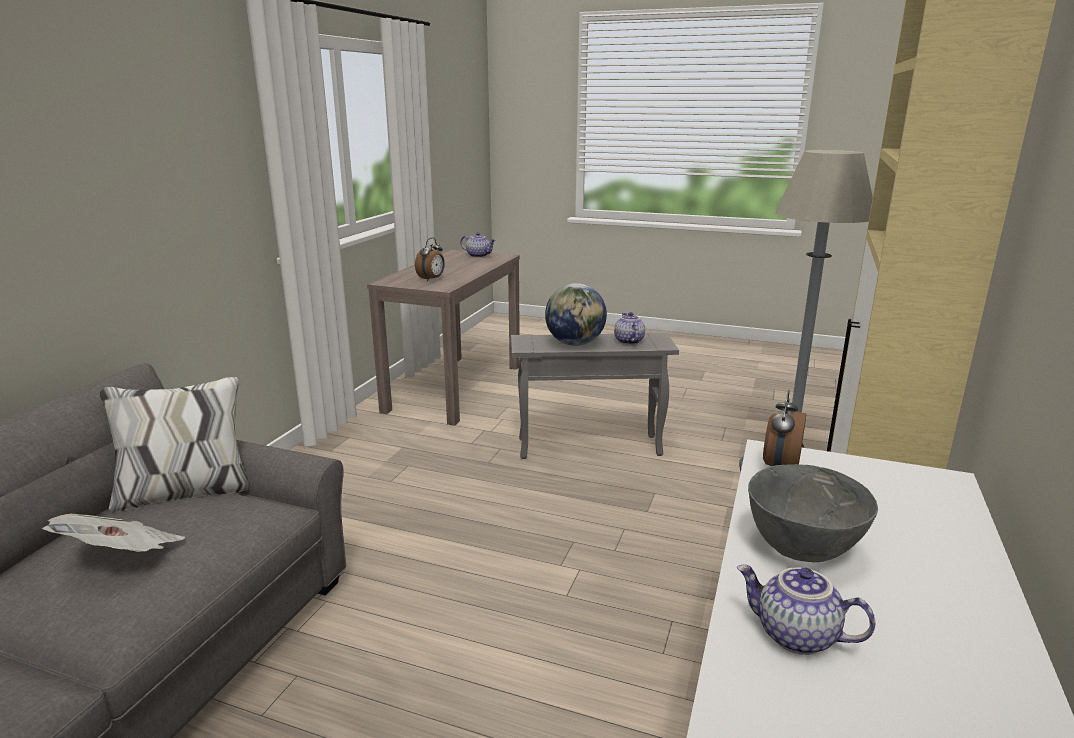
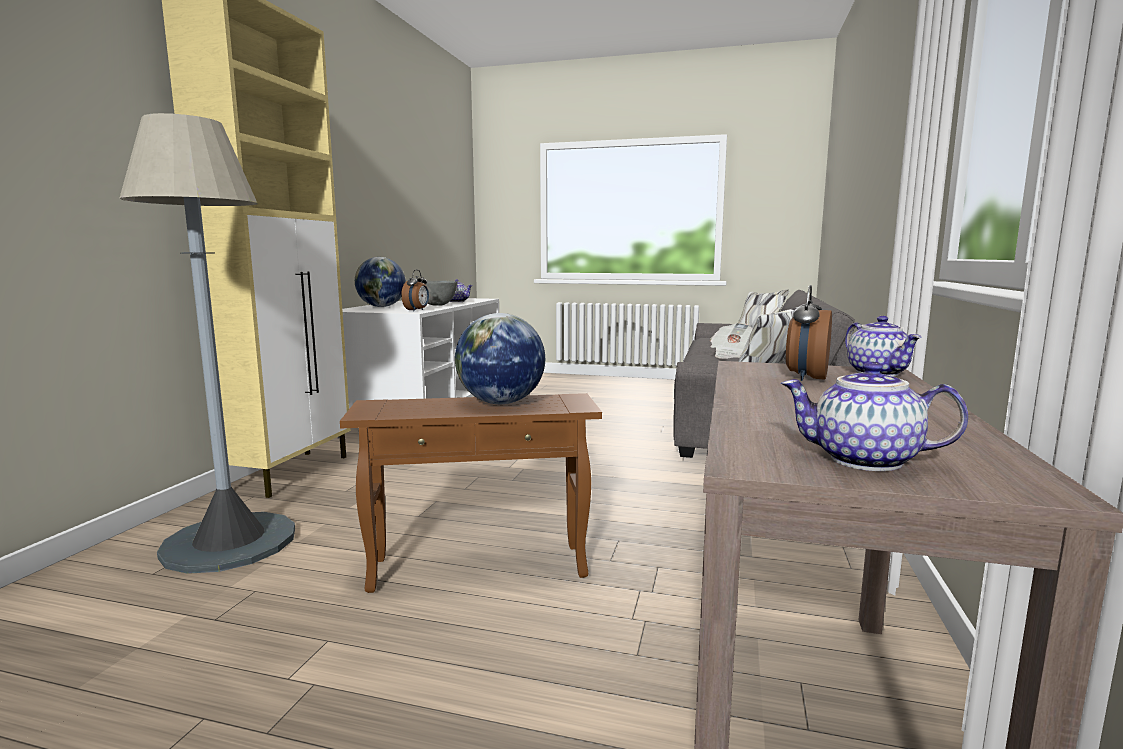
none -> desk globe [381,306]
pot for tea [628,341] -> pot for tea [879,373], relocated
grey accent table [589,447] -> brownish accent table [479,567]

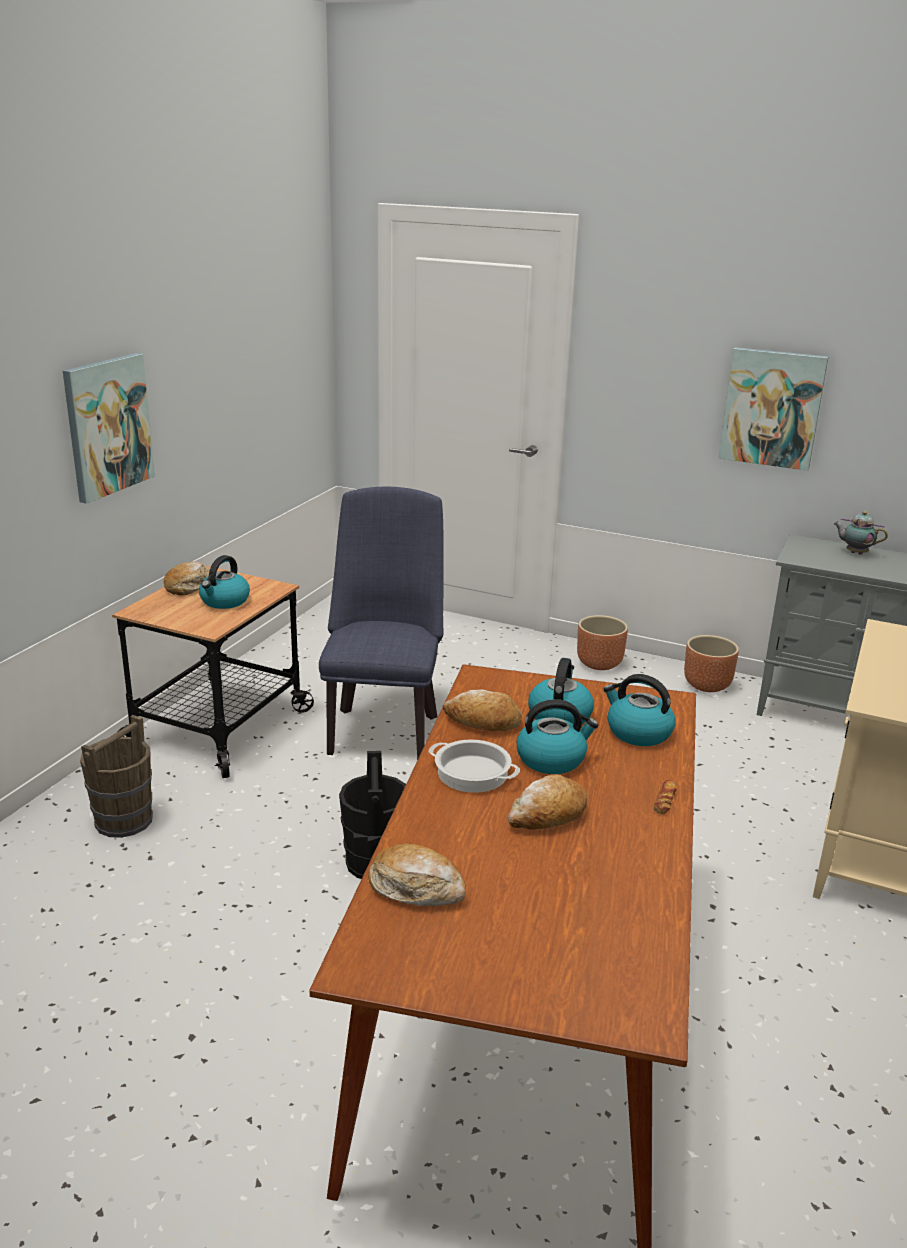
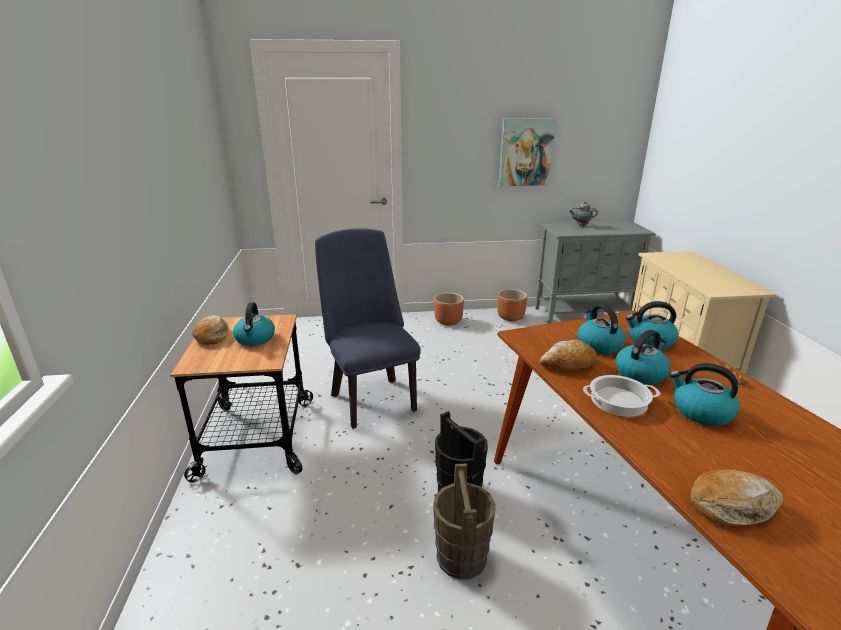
wall picture [108,426] -> none
brownish pail [123,821] -> brownish pail [461,557], relocated
baked bread [547,815] -> tea kettle [700,412]

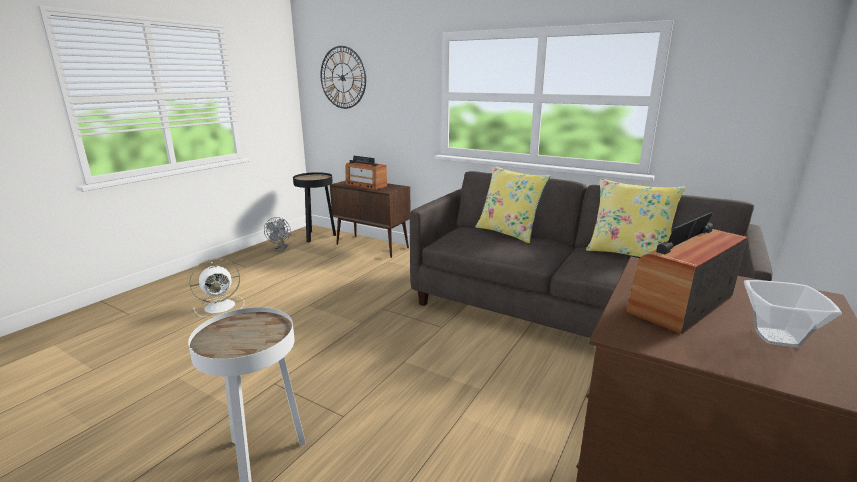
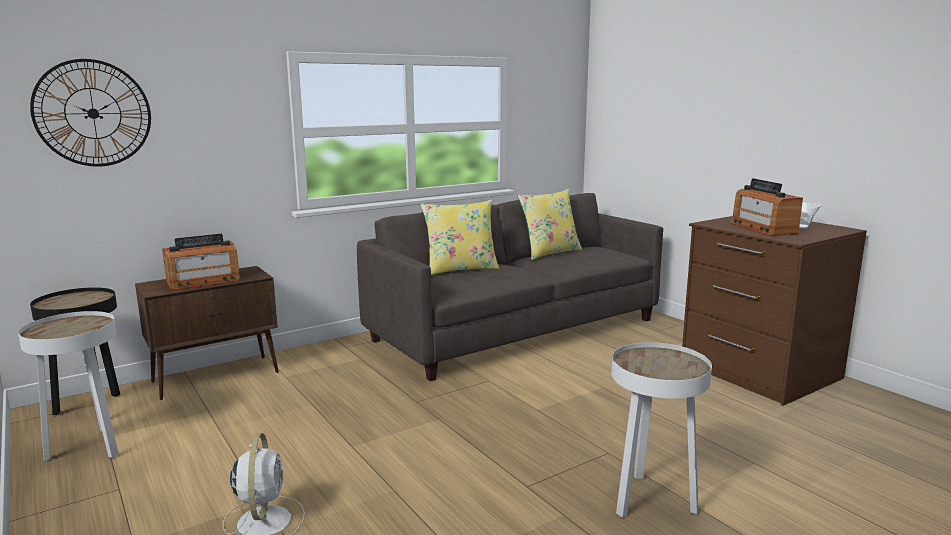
grey fan [281,249] -> white-coloured accent table [89,448]

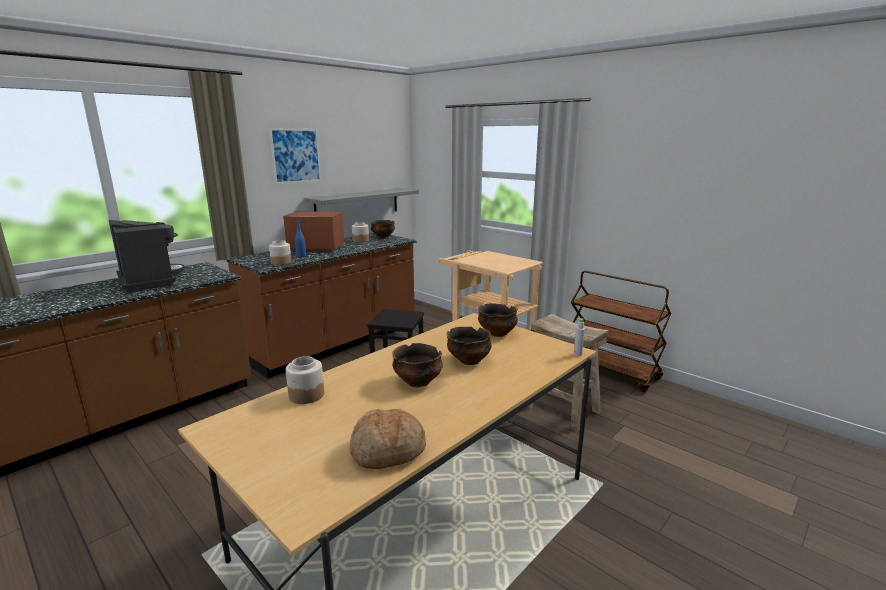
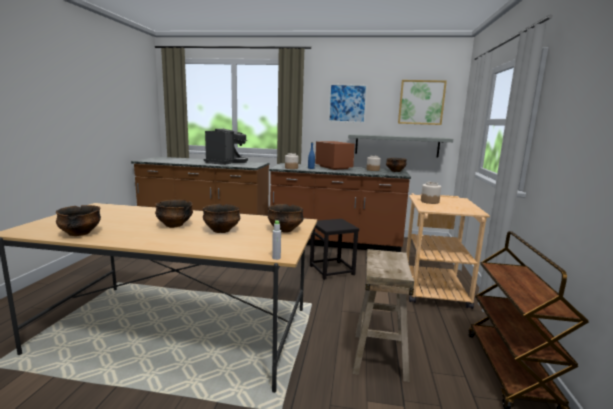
none -> wall picture [421,102]
preserve jar [306,395] -> preserve jar [429,202], relocated
baked bread [387,451] -> bowl [80,233]

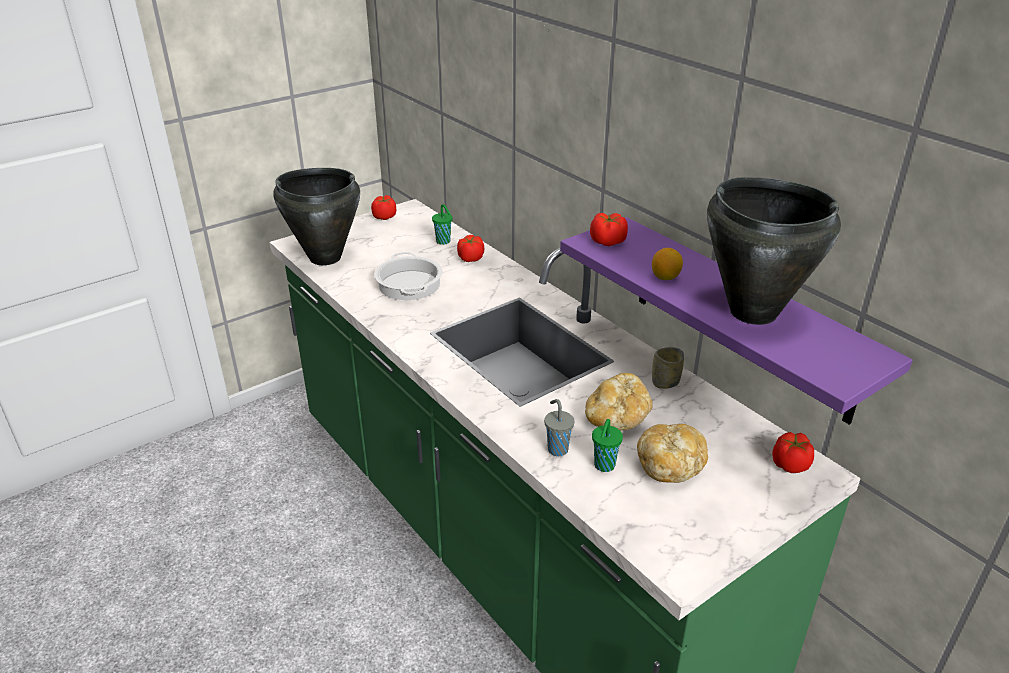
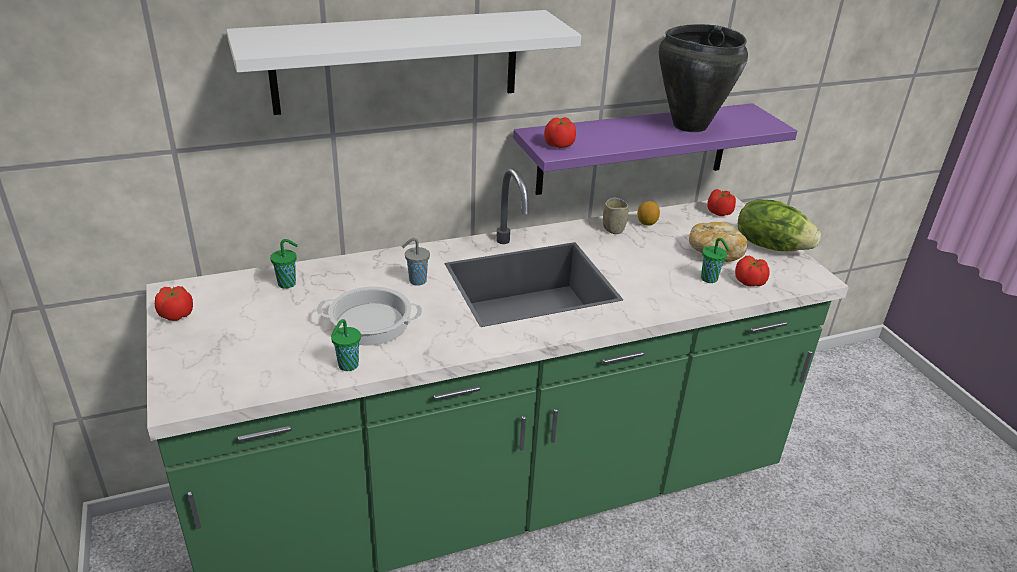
blackish saucepot [325,257] -> none
baked bread [617,418] -> none
none -> white-coloured wall shelf [397,61]
none -> green-coloured cup [347,366]
none -> lettuce head [770,246]
tomato [470,258] -> tomato [749,282], relocated
grey cup [557,449] -> grey cup [416,281], relocated
citrus fruit [665,277] -> citrus fruit [646,223], relocated

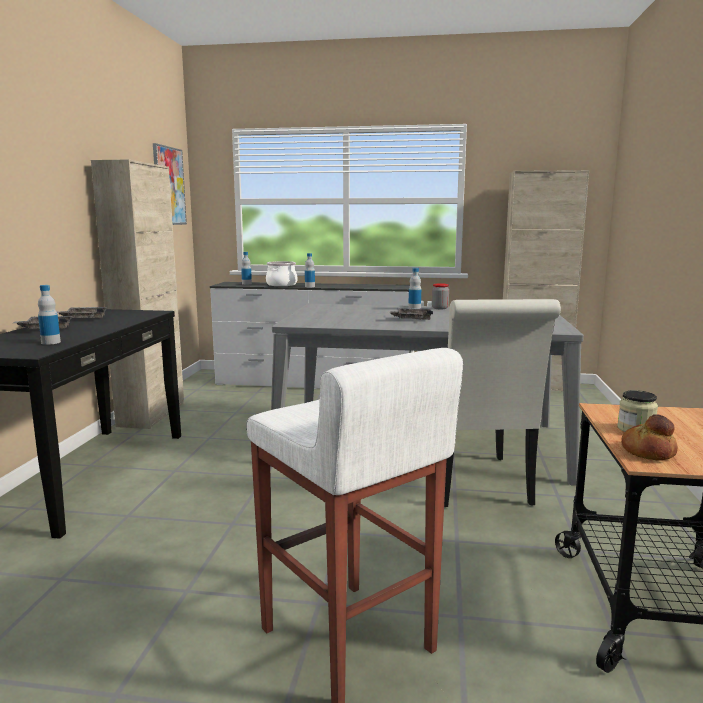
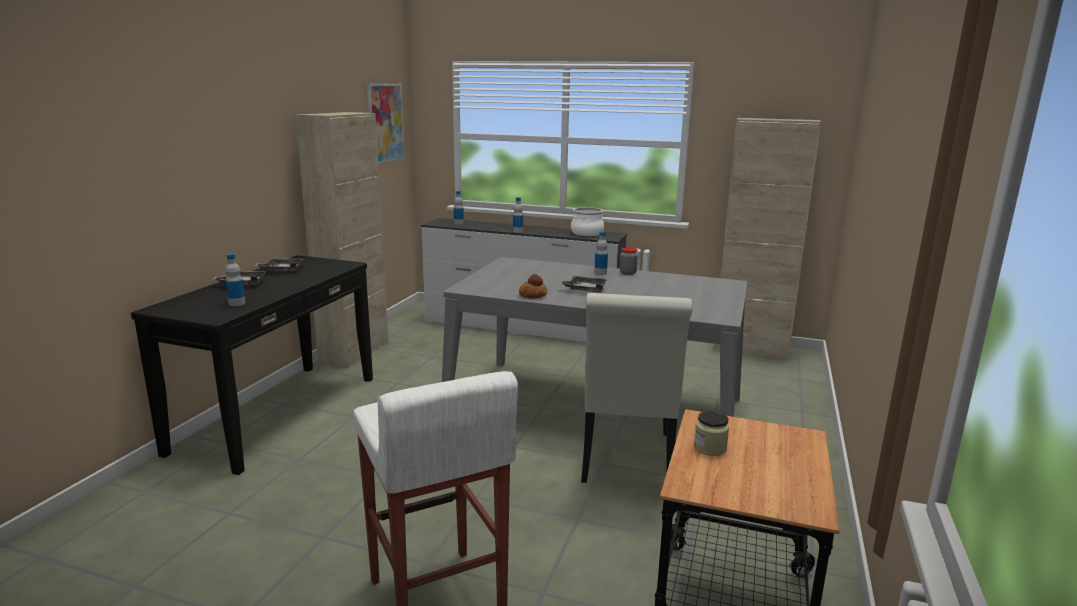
saucepot [281,284] -> saucepot [586,233], relocated
baked bread [647,452] -> baked bread [532,295], relocated

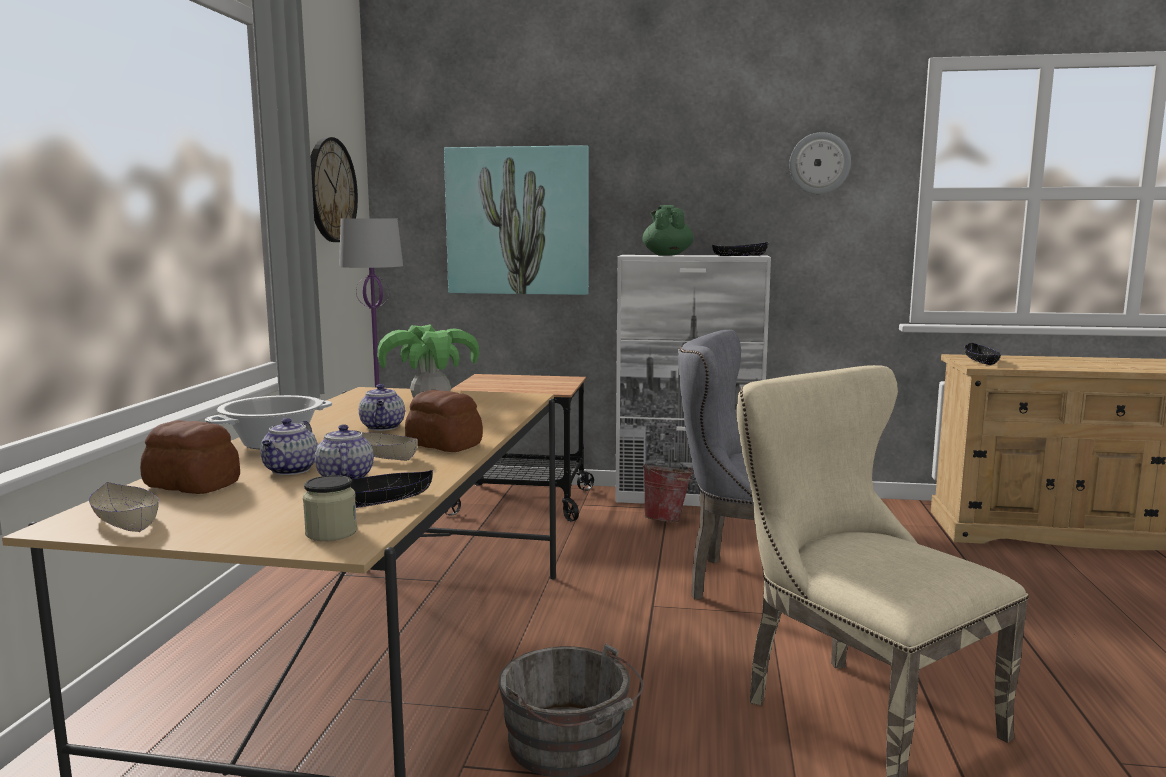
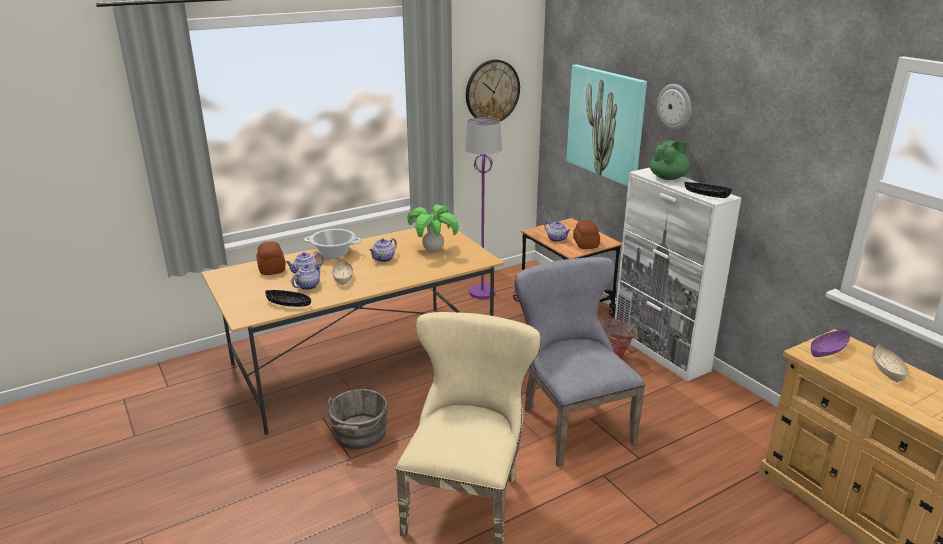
preserve jar [331,532] -> none
none -> pot for tea [557,239]
sand-coloured bowl [125,520] -> sand-coloured bowl [887,369], relocated
baked bread [444,445] -> baked bread [585,244], relocated
wall clock [819,163] -> wall clock [675,106], relocated
blackish bowl [981,361] -> purple bowl [827,350]

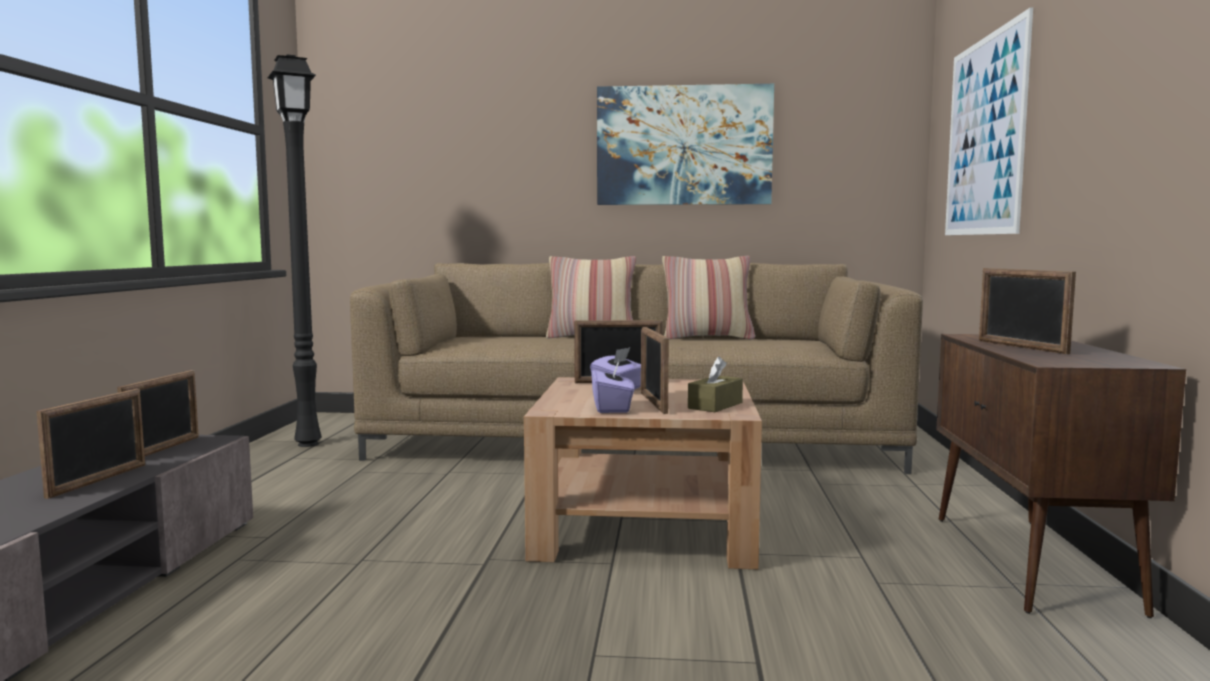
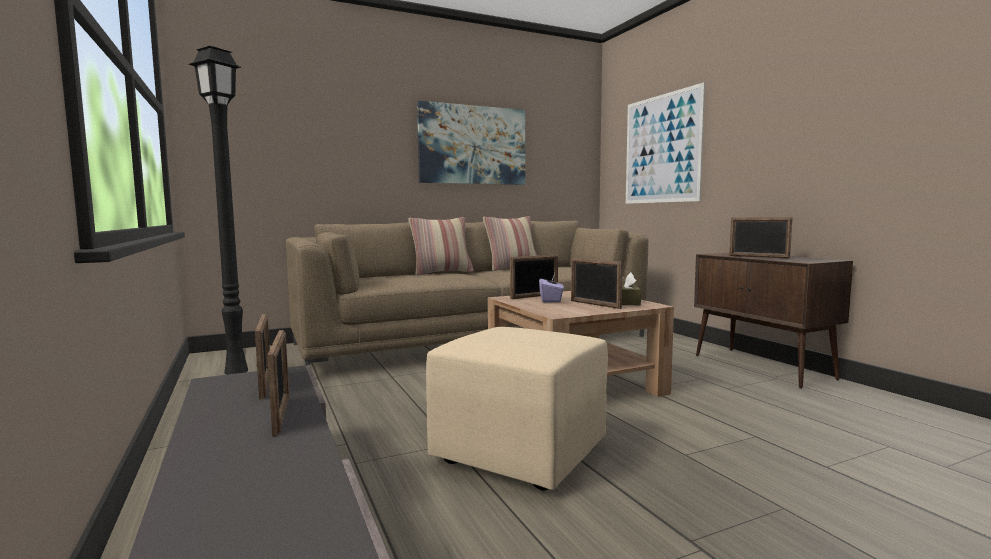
purple tissue holder [612,408] -> none
none -> sand-coloured pouffe [518,453]

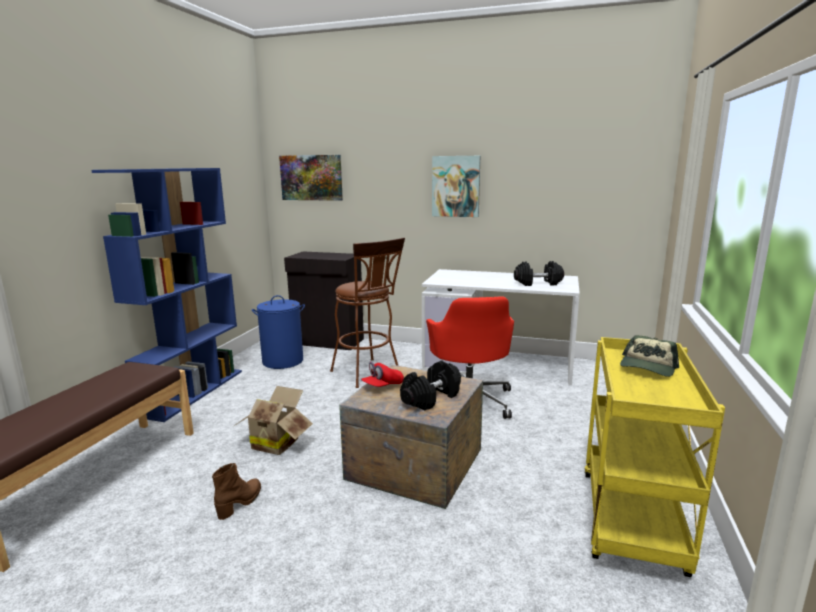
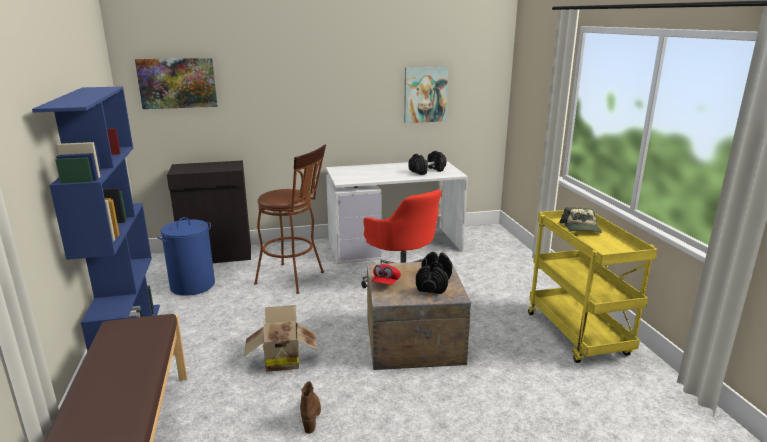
wall picture [456,186] -> wall picture [425,94], relocated

